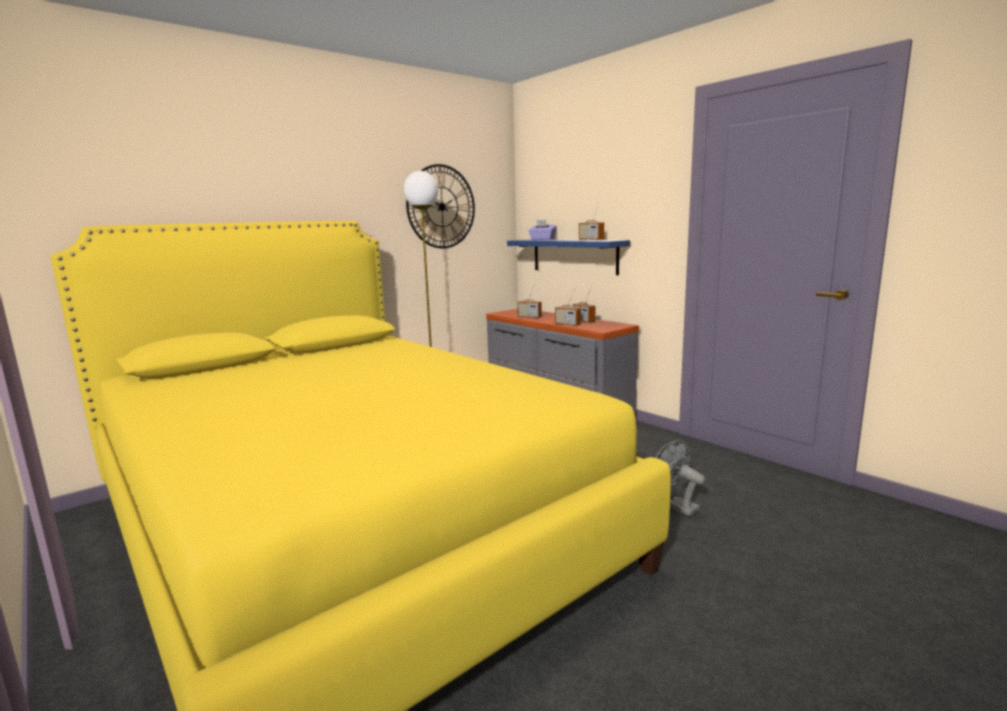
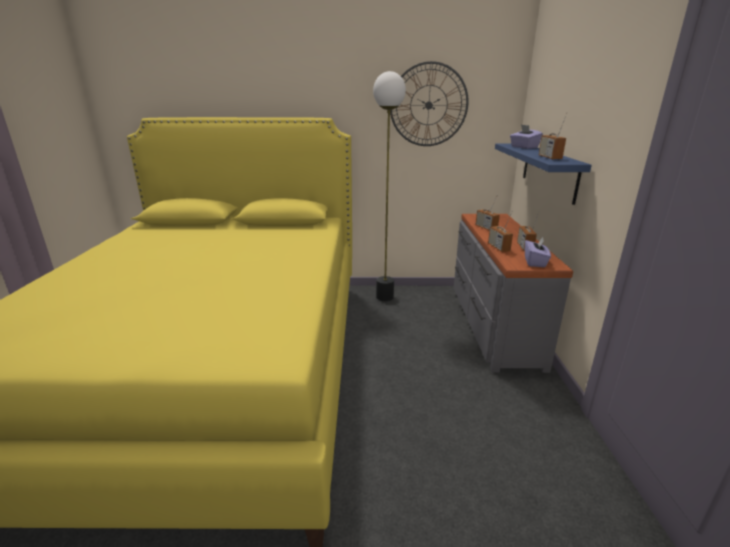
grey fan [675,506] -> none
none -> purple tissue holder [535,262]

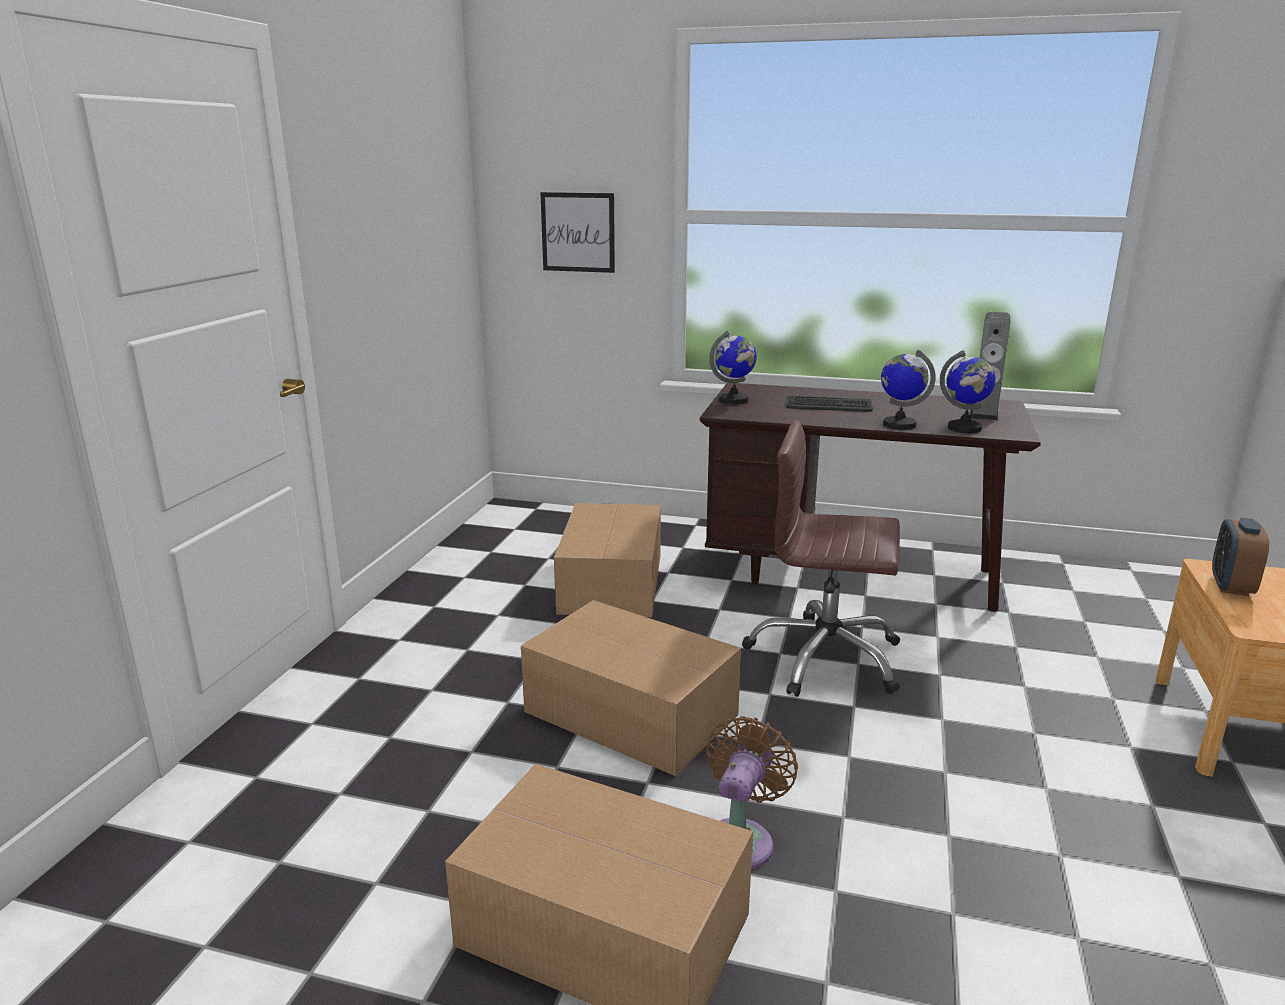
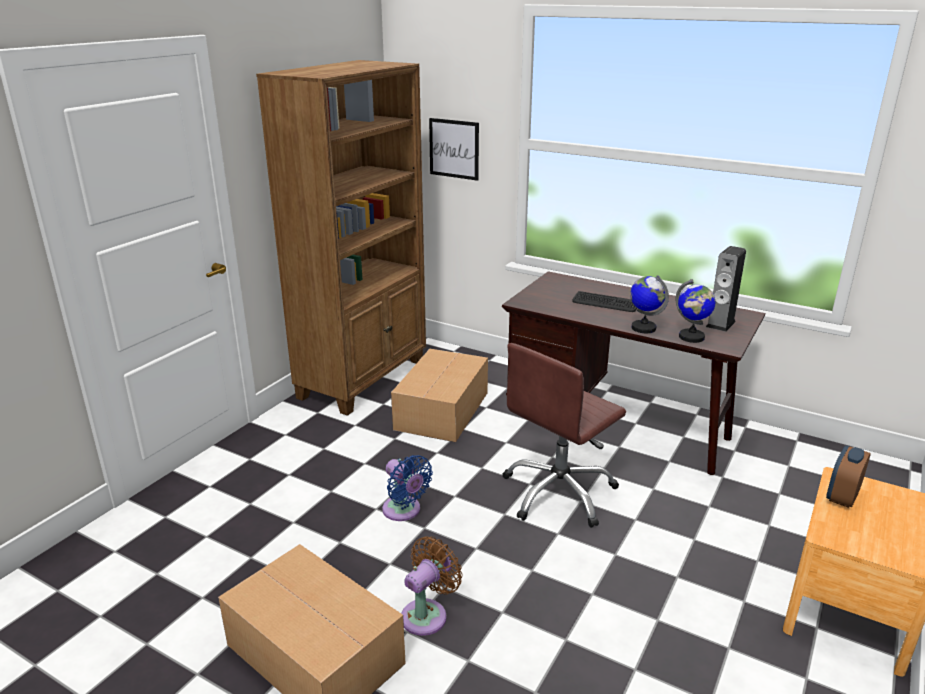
desk globe [734,400] -> none
none -> brownish bookcase [364,378]
cardboard box [629,711] -> bluish fan [404,511]
brownish office chair [825,658] -> brownish office chair [559,493], 75 degrees counterclockwise

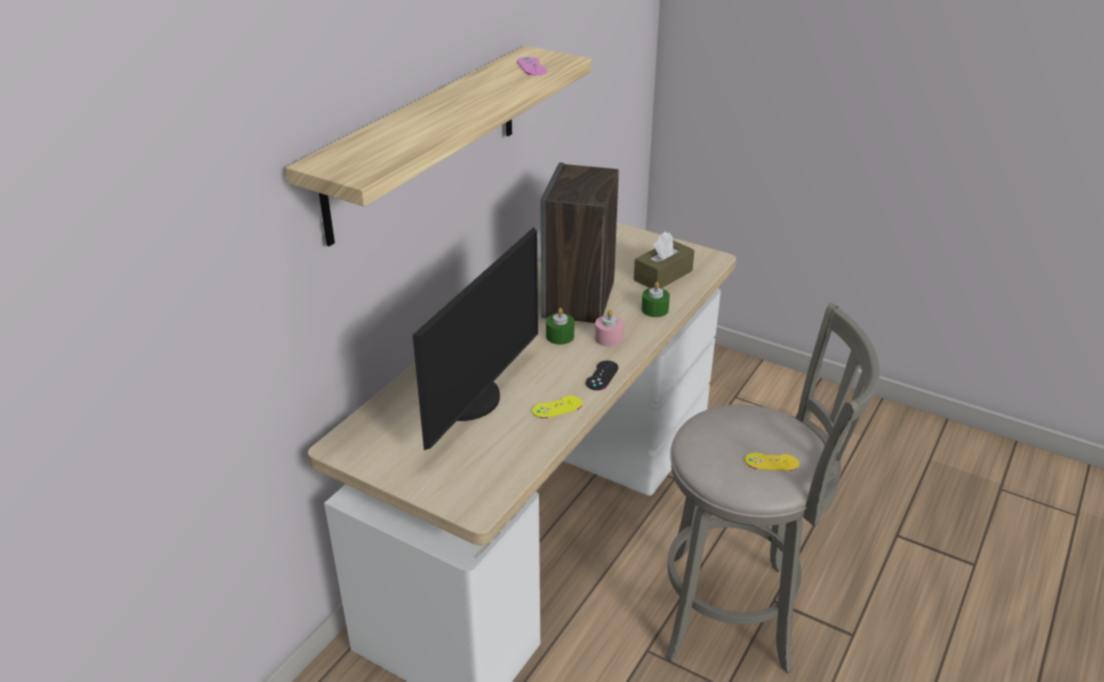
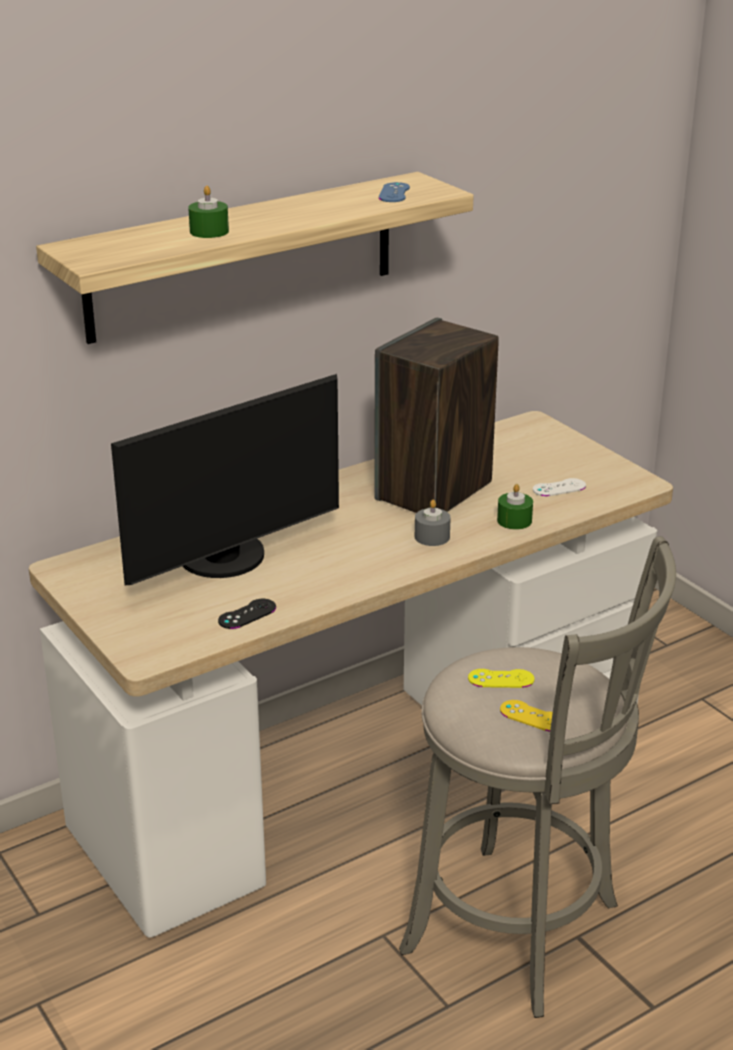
yellow joypad [557,407] -> yellow joypad [501,679], relocated
green-coloured candle [560,336] -> green-coloured candle [209,231], relocated
blackish joypad [602,375] -> blackish joypad [247,614], relocated
brownish tissue holder [663,275] -> white-coloured joypad [559,488]
pink-coloured joypad [532,66] -> bluish joypad [394,193]
pink-coloured candle [608,338] -> grey candle [432,537]

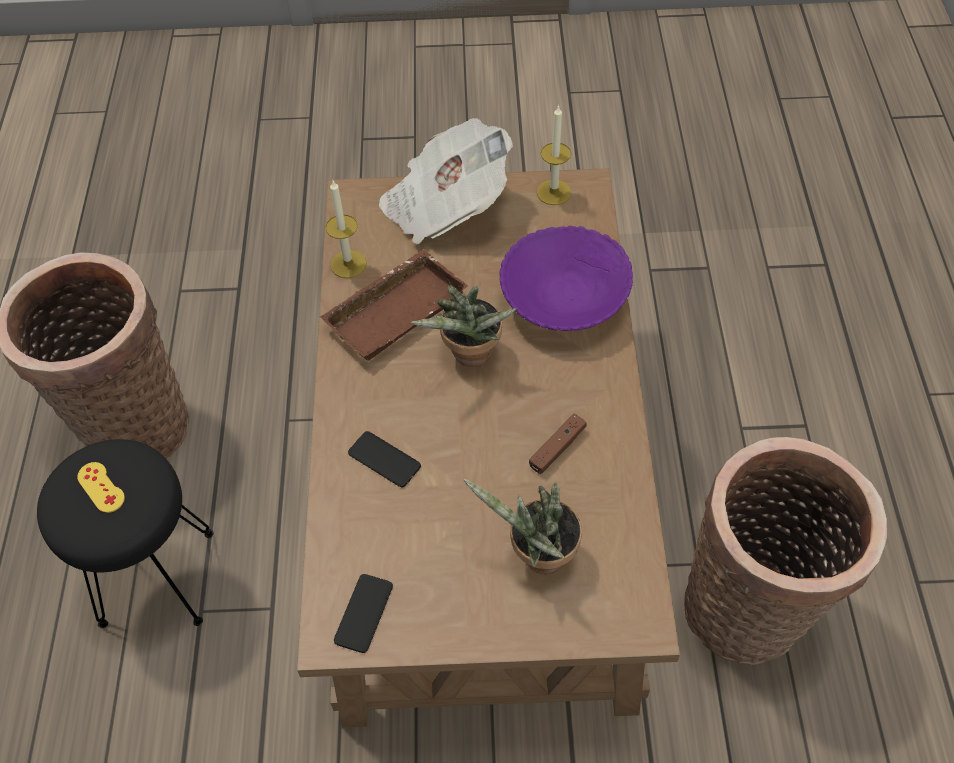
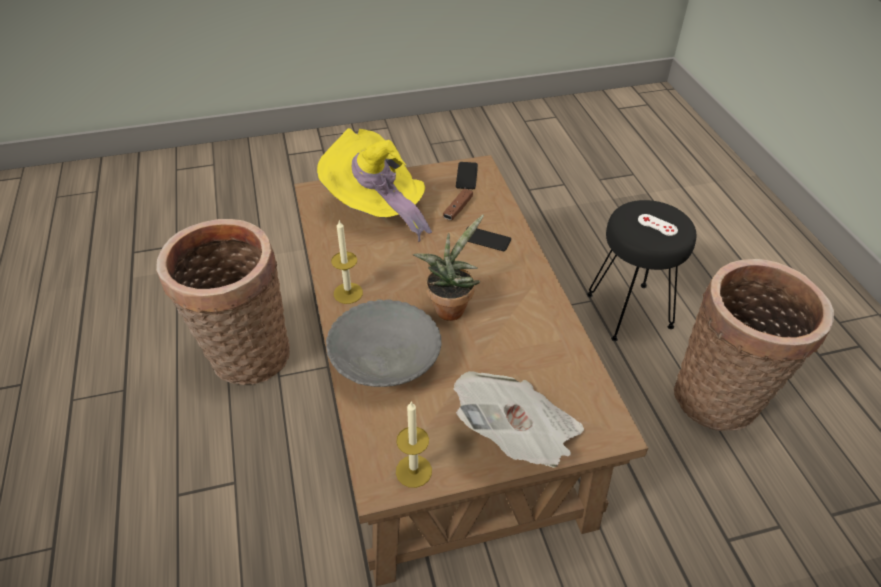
brownish serving tray [395,309] -> none
candle [348,264] -> candle [348,293], relocated
brownish joypad [557,448] -> brownish joypad [458,209], relocated
houseplant [537,557] -> yellow hat [377,209]
yellow joypad [101,487] -> white-coloured joypad [657,225]
purple bowl [564,300] -> grey bowl [385,361]

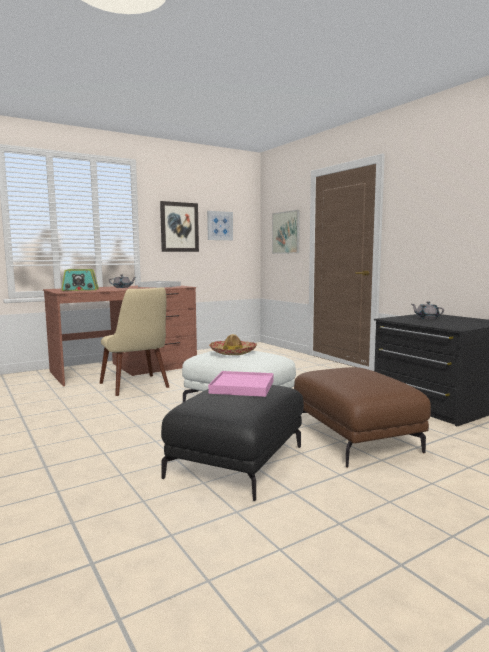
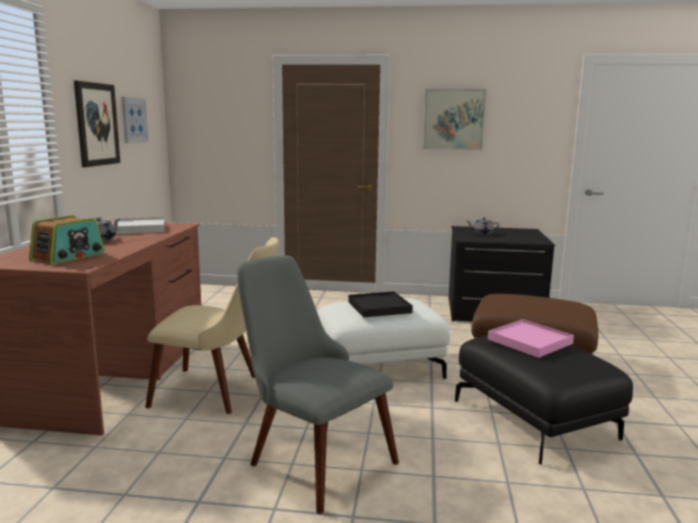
none -> grey plain chair [310,456]
wall picture [286,232] -> wall picture [453,119], relocated
hat [233,352] -> blackish serving tray [379,307]

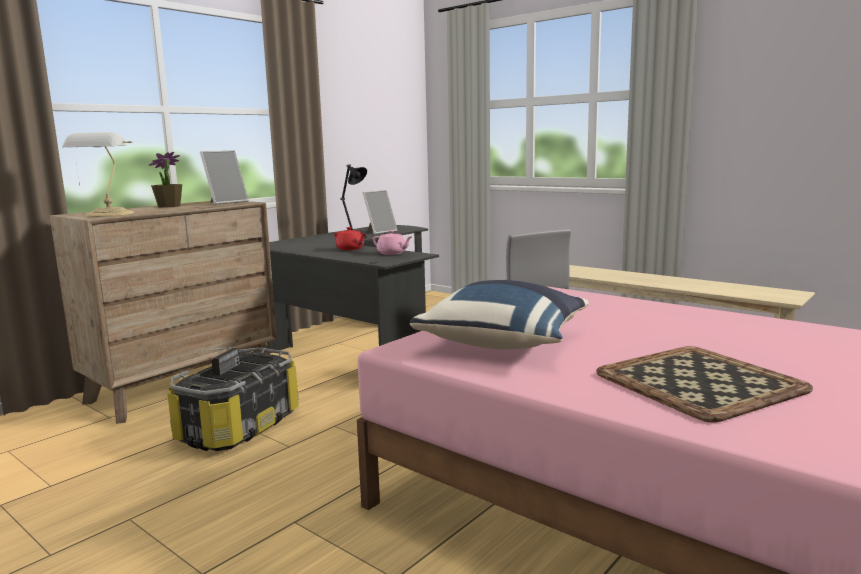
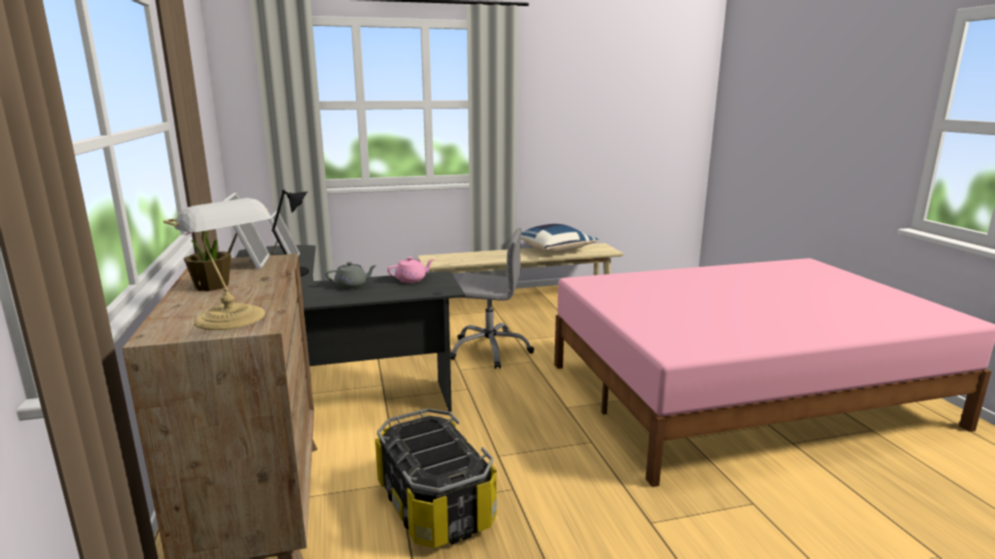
radio set [222,372] -> none
serving tray [699,383] -> none
bluish pillow [505,342] -> bluish pillow [554,250], relocated
reddish pot for tea [350,249] -> grey pot for tea [352,285]

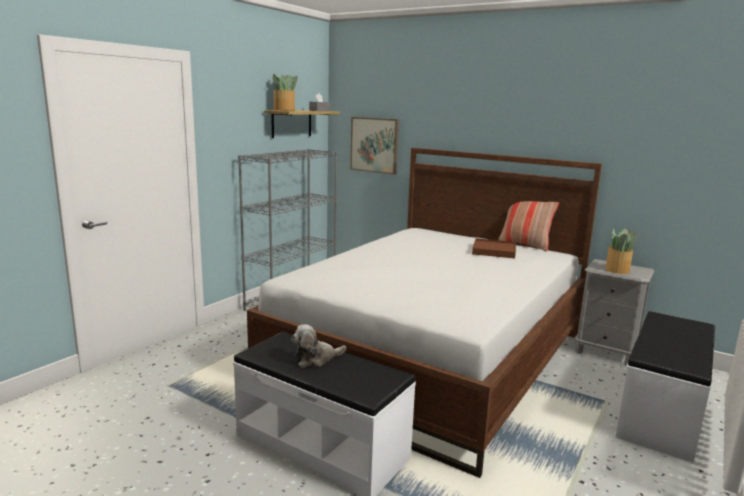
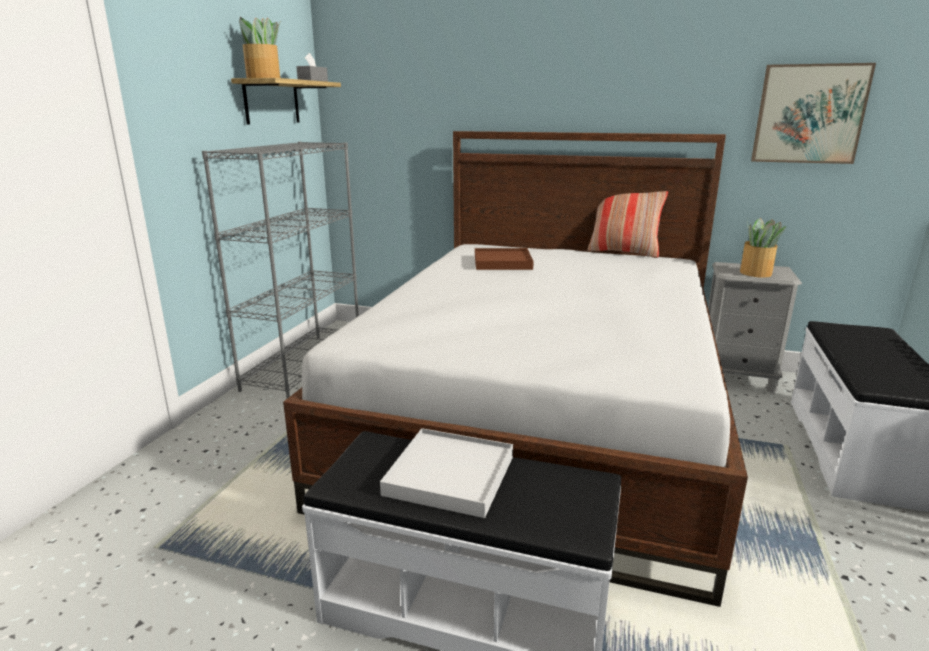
wall picture [374,145] -> wall picture [809,114], relocated
brownish serving tray [494,251] -> brownish serving tray [502,262], relocated
plush toy [315,359] -> white-coloured serving tray [450,475]

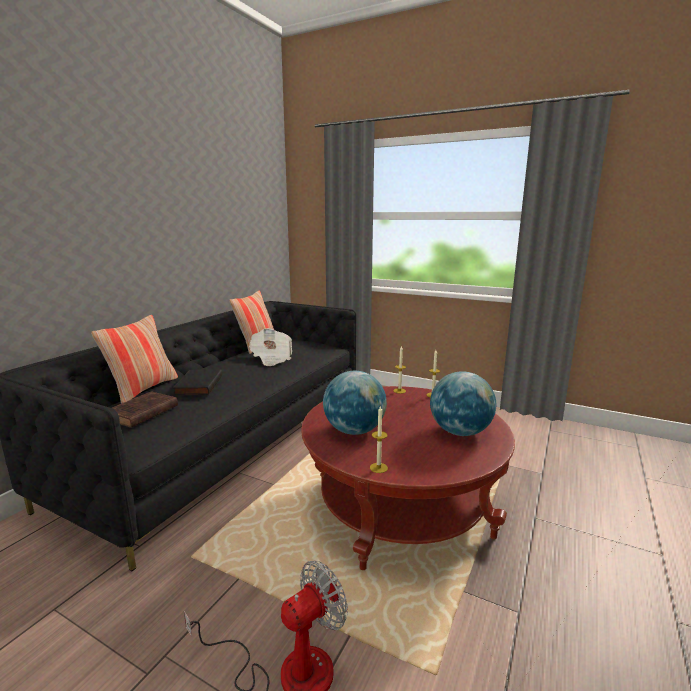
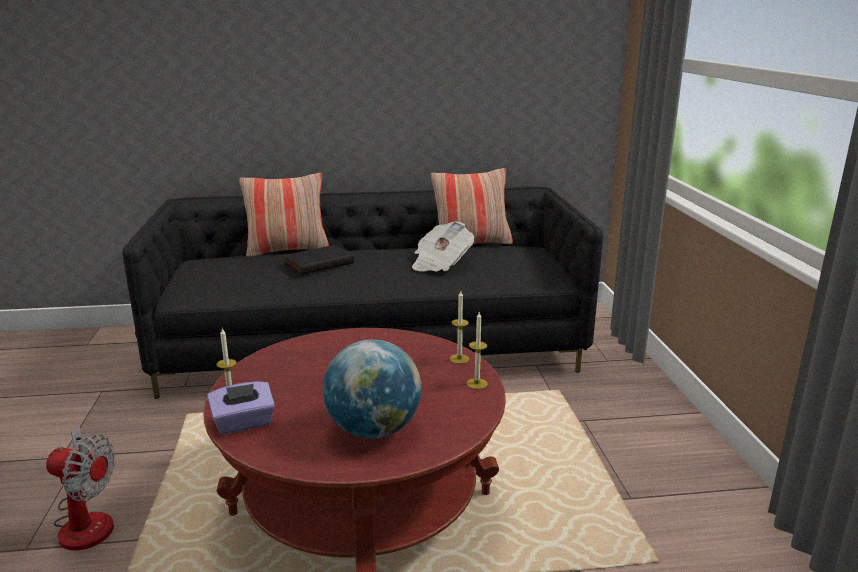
brownish book [141,413] -> none
desk globe [354,431] -> none
none -> purple tissue holder [243,423]

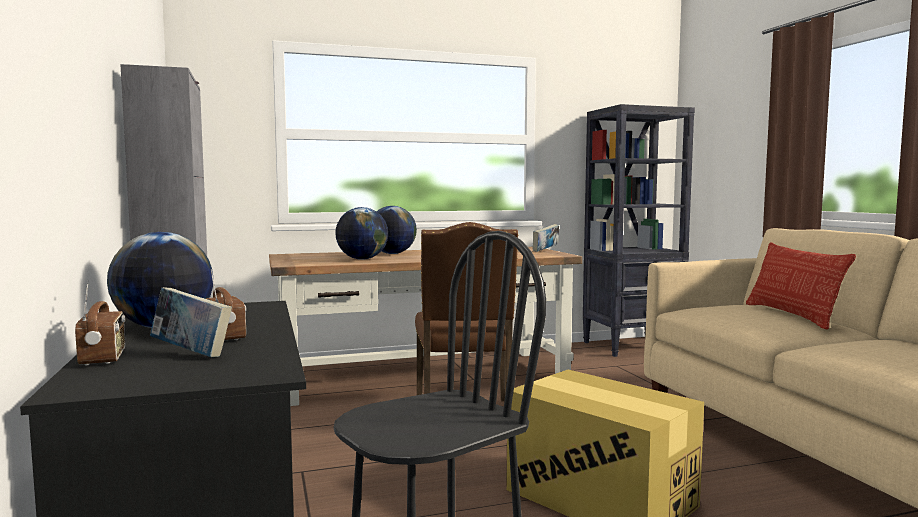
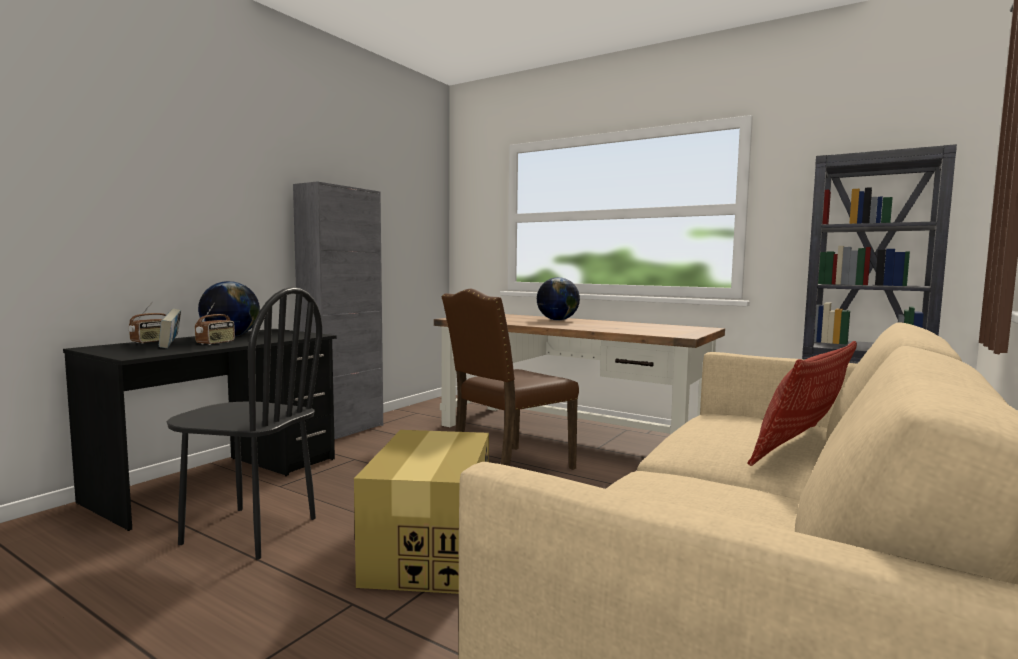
desk globe [362,259] -> none
book [545,250] -> none

